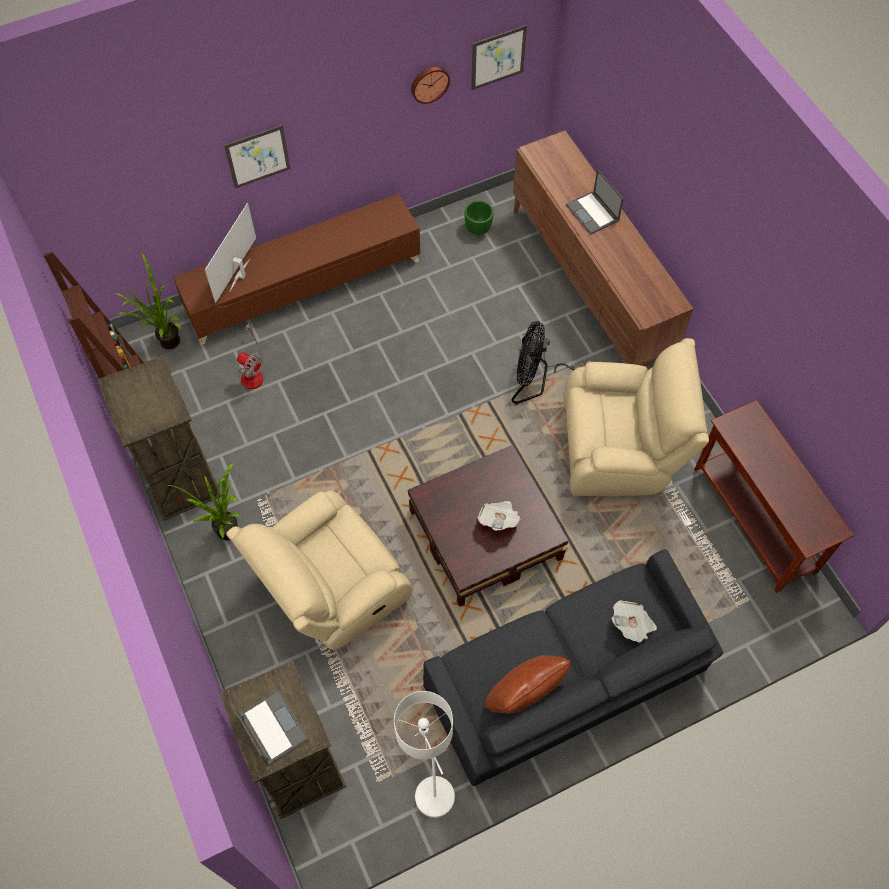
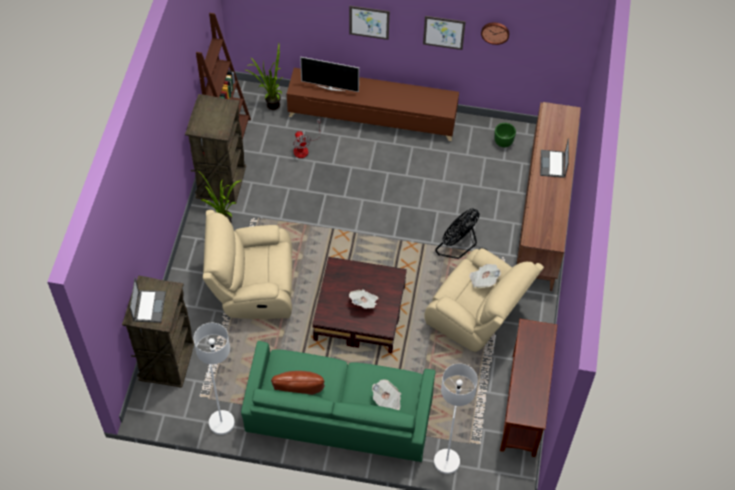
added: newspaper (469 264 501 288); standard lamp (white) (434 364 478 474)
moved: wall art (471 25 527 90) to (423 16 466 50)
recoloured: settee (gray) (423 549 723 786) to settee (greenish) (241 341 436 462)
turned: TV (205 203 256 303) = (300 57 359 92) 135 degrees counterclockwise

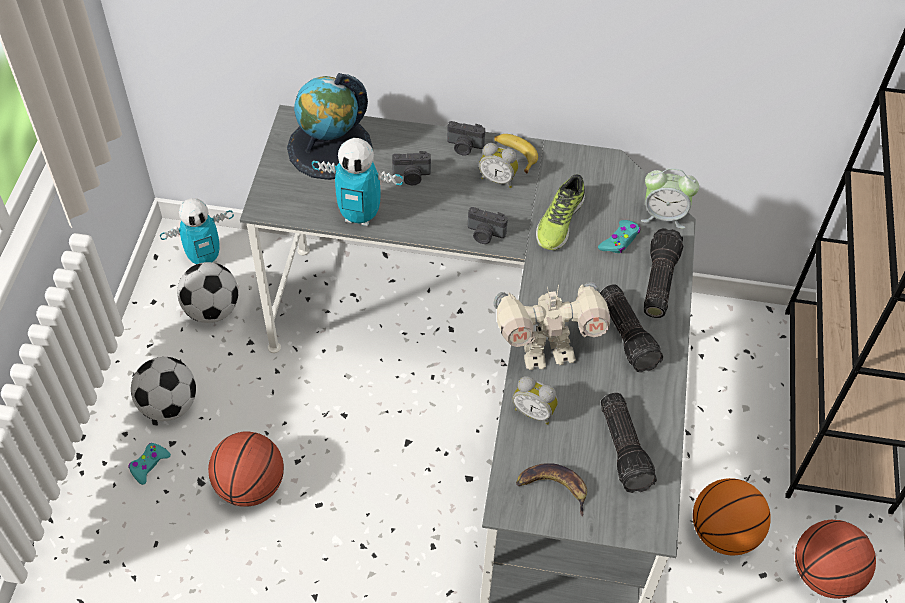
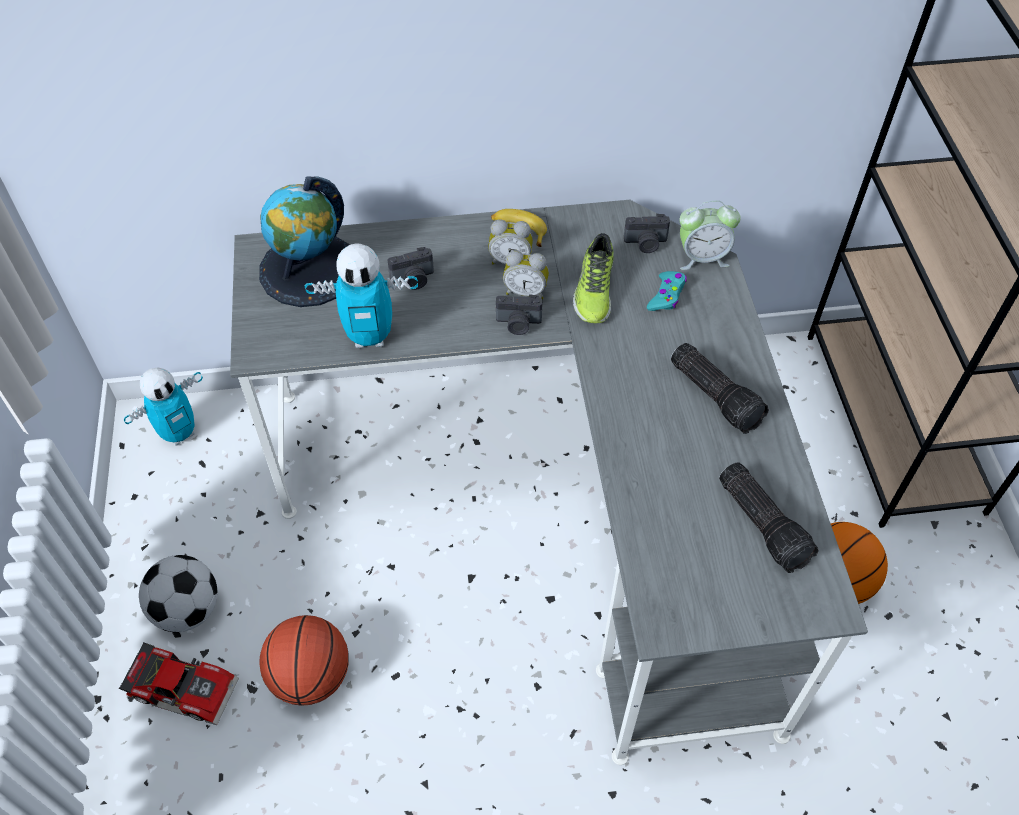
removed: flashlight (644 228 683 318); football ball (177 262 238 323); robot figure (494 282 610 370); whole banana (516 463 587 516); basketball (795 520 876 599)
moved: still camera (447 121 485 156) to (624 214 670 253); bedside clock (513 376 558 425) to (503 250 549 300)
replaced: joypad (turquoise-coloured) (128 443 171 485) to model car (119 642 239 725)

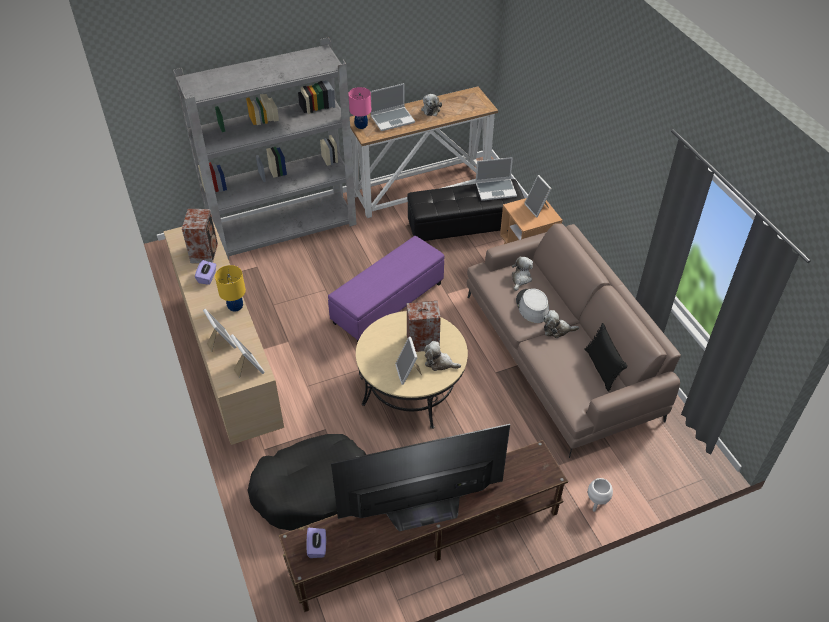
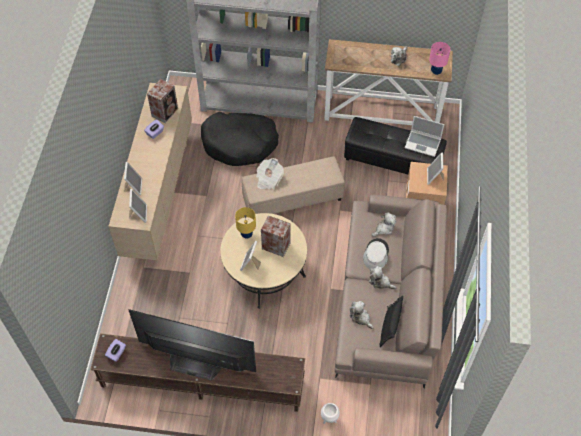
removed: notebook computer (370 83 415 131)
added: newspaper (256 158 284 189)
moved: tabletop lamp (pink-coloured) (348 87 372 129) to (429 42 450 75); tabletop lamp (yellow-coloured) (215 265 246 312) to (235 207 256 239); plush toy (424 341 461 371) to (350 301 374 329); dog bed (black-coloured) (247 434 366 531) to (201 112 279 166)
recoloured: footrest (purple-coloured) (328 236 444 342) to footrest (beige) (241 156 345 214)

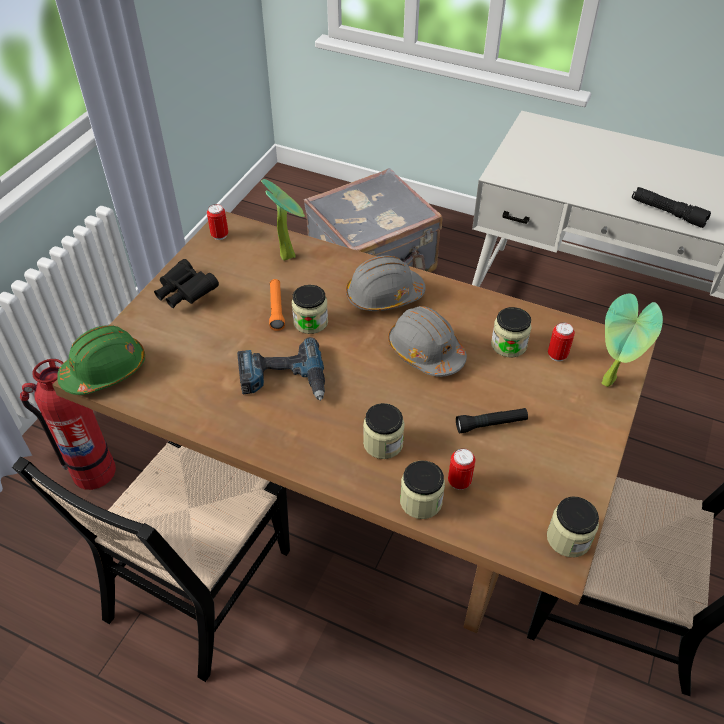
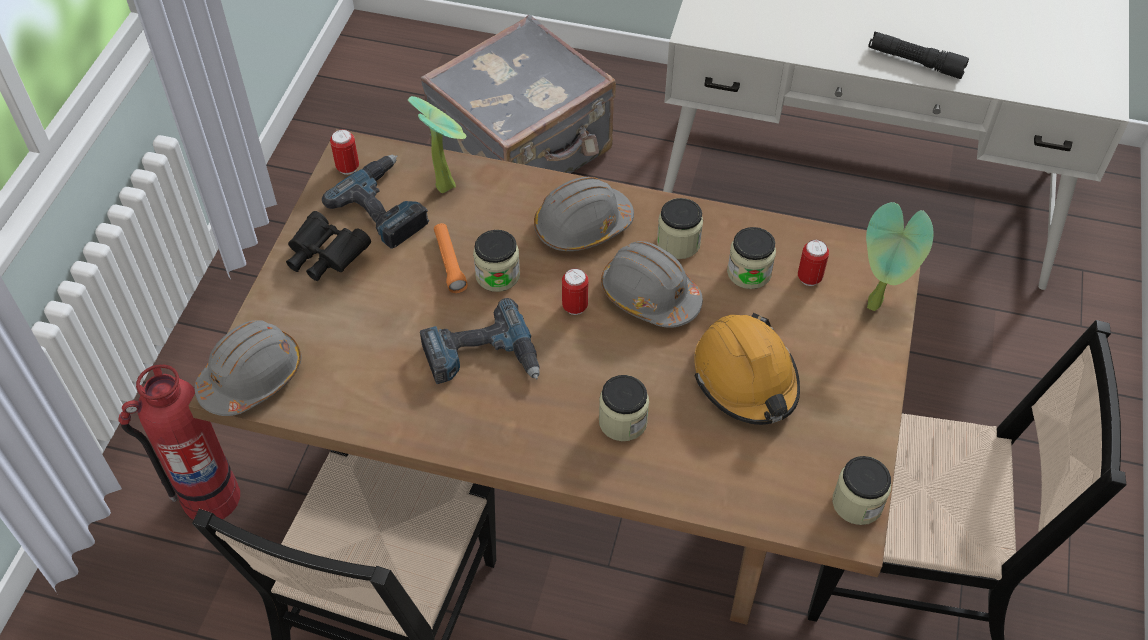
added: electric drill (322 155 429 249)
moved: can (448 448 476 490) to (562 268 588 315); storage jar (400 460 445 519) to (657 198 703 259)
replaced: flashlight (black-coloured) (456 408 528 433) to hard hat (orange) (694 313 800 425)
recoloured: hard hat (greenish) (57 325 145 395) to hard hat (gray) (195 320 302 416)

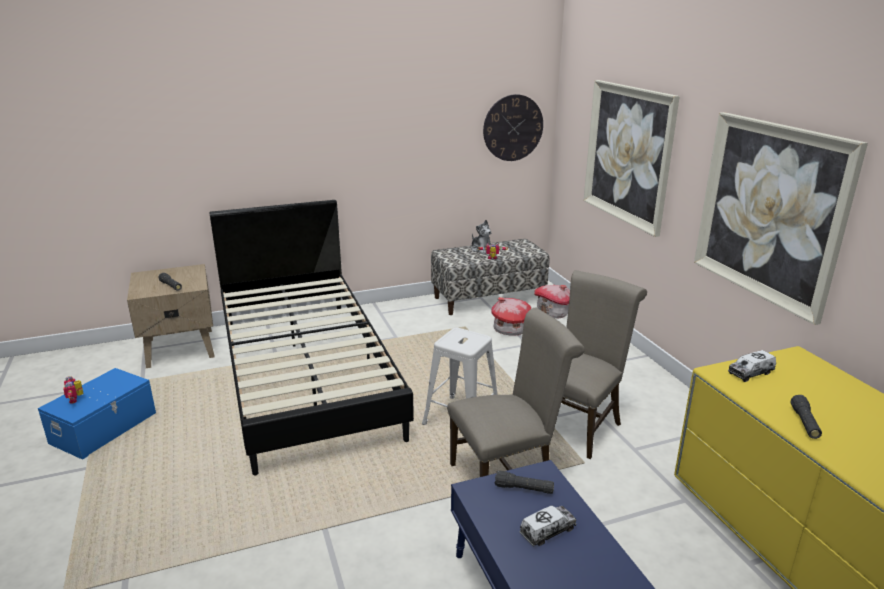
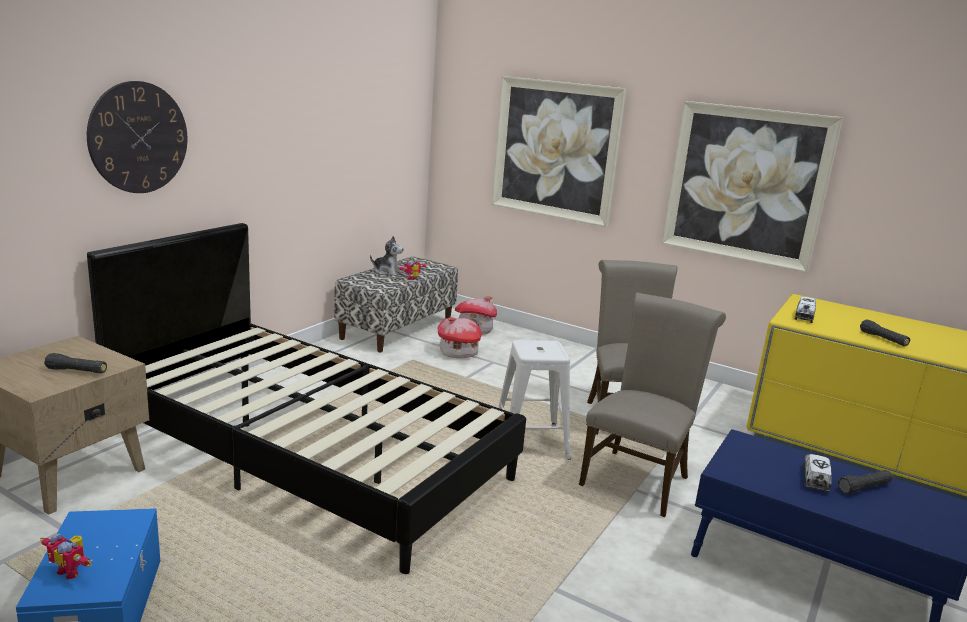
moved: hanging clock (483 94 543 161) to (87 81 187 193); flashlight (black-coloured) (494 470 554 494) to (838 470 893 494)

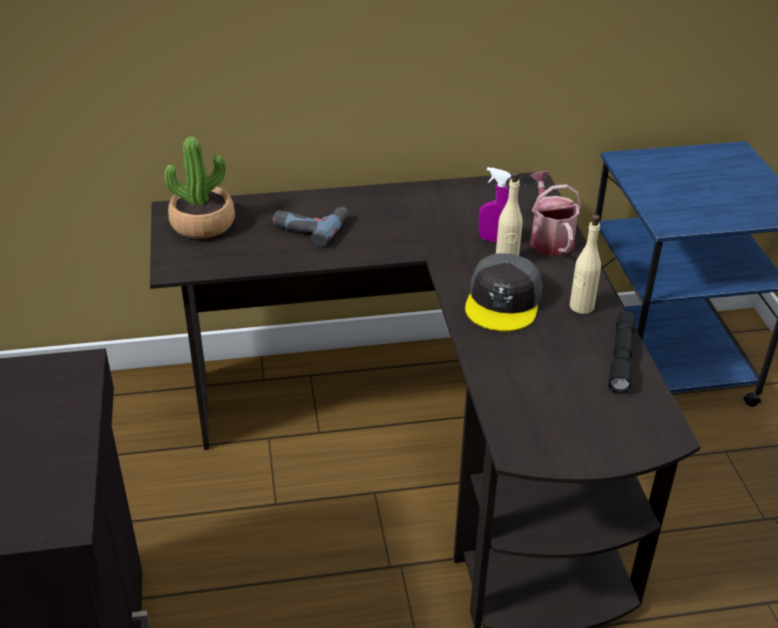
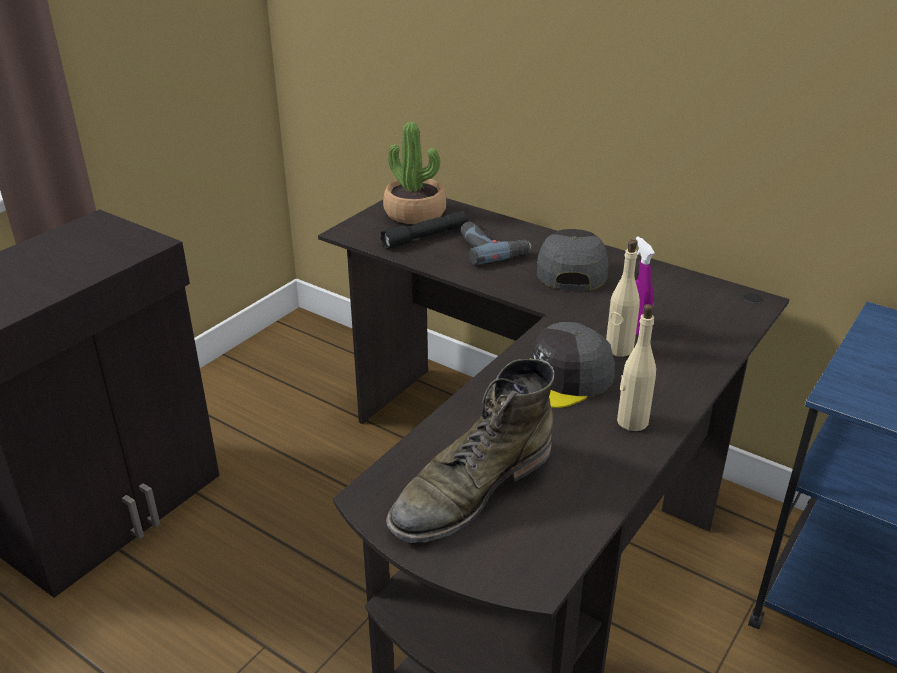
removed: sprinkling can (530 171 582 256)
added: baseball cap (gray) (537 229 609 291); high-top boot (greenish) (386 359 554 543)
moved: flashlight (black-coloured) (608 311 635 394) to (380 211 468 249)

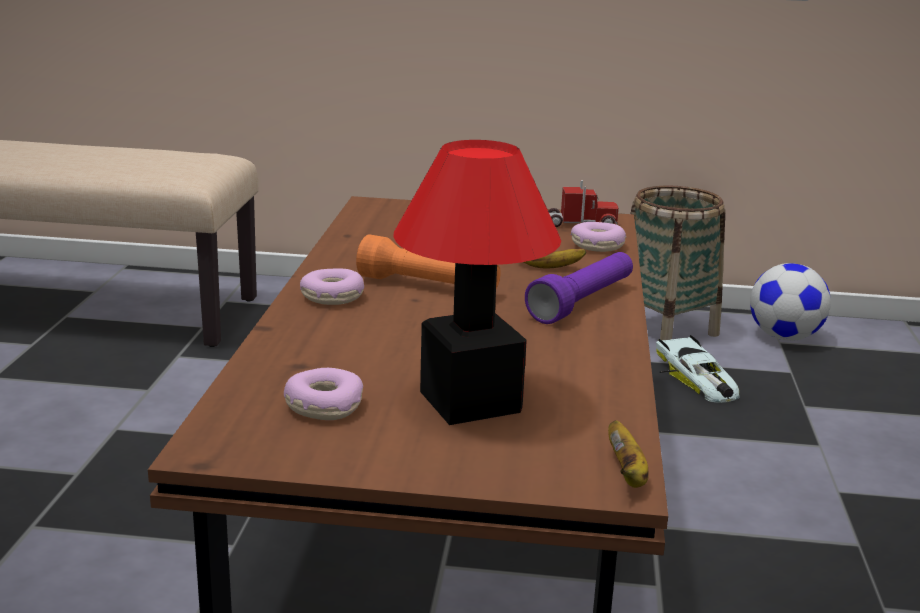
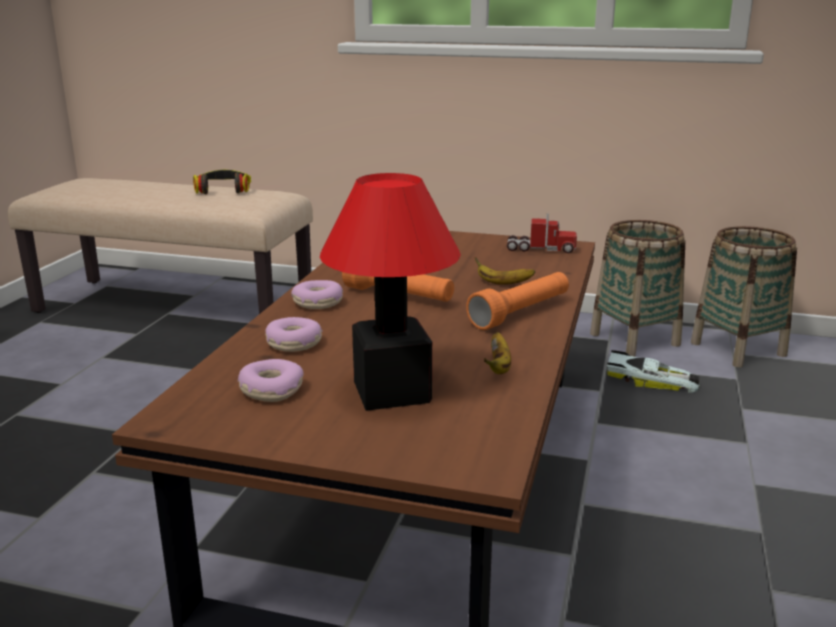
added: pair of headphones (193 169 251 194)
moved: donut (571 222 626 252) to (265 317 323 352); whole banana (608 420 649 488) to (484 332 511 374)
replaced: football ball (750 263 831 341) to basket (691 226 797 367)
recoloured: flashlight (purple-coloured) (525 252 633 324) to flashlight (orange) (466 272 569 330)
turned: model car (656 335 740 403) = (607 350 700 393) 60 degrees counterclockwise

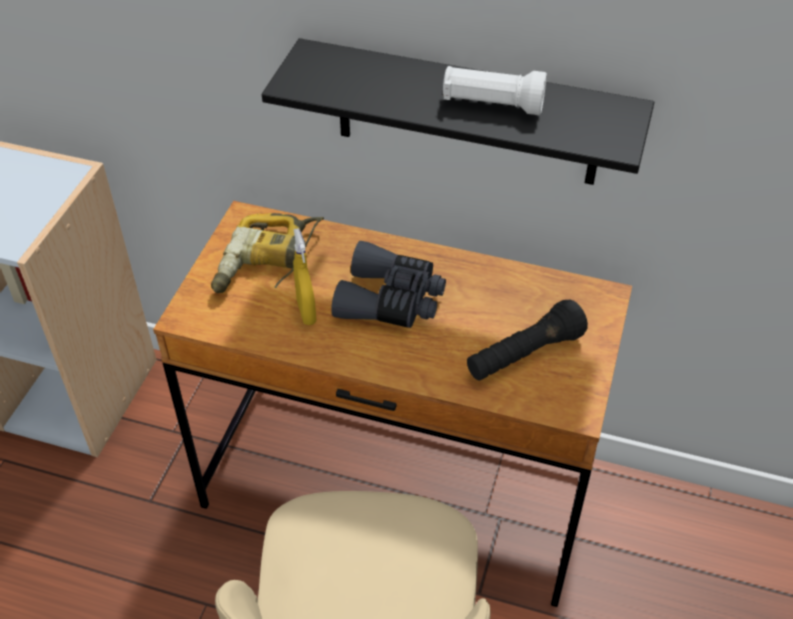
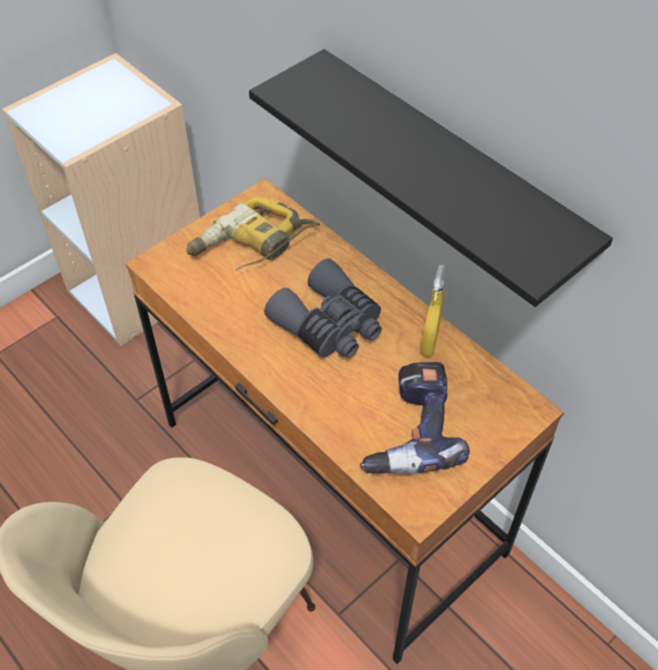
removed: flashlight (white) (443 66 547 115)
moved: sprayer (yellow-coloured) (293 228 316 325) to (421 265 445 357)
replaced: flashlight (black-coloured) (467 300 588 381) to electric drill (360 362 470 474)

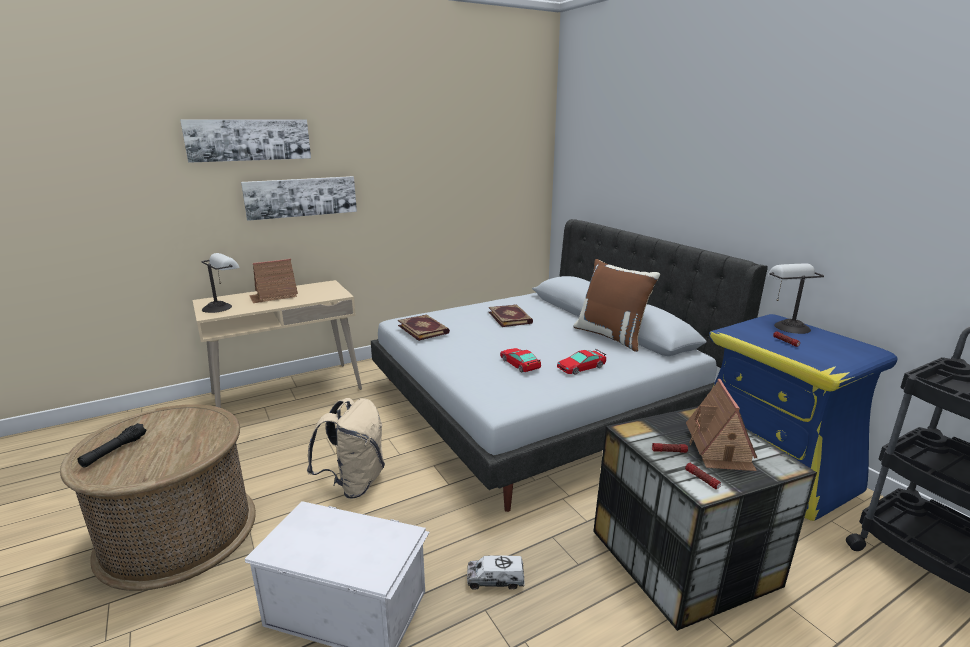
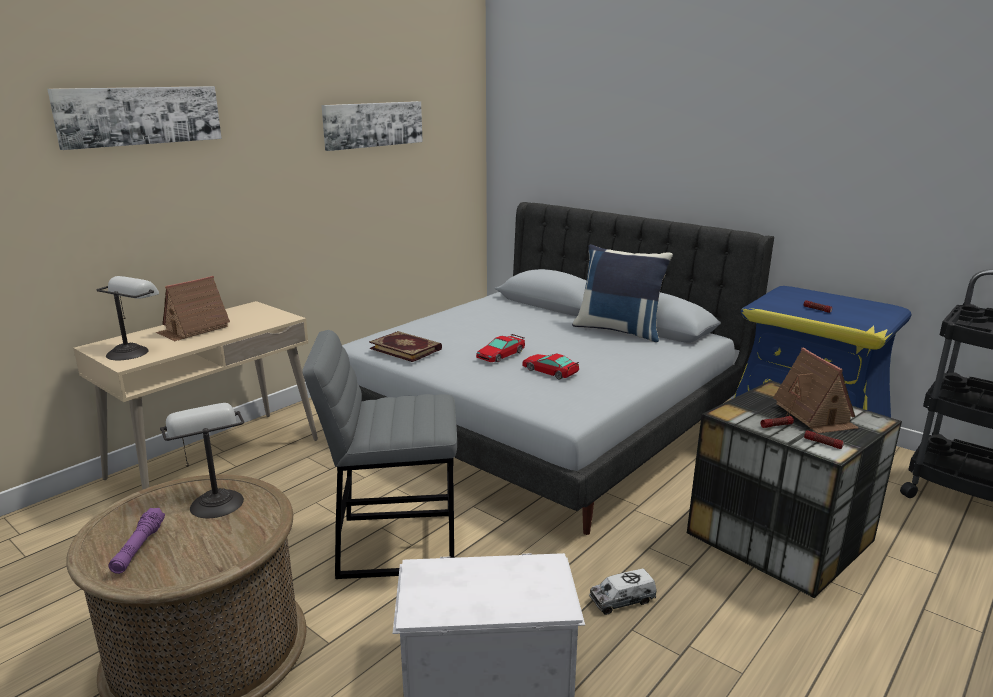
removed: bound book (489 305 533 327)
moved: wall art (241 176 357 221) to (322 101 423 151); tabletop lamp (768 264 824 334) to (160 403 244 518); model car (557 349 606 374) to (476 334 525 362)
replaced: backpack (beige) (307 398 385 499) to plain chair (gray) (302 330 457 579)
recoloured: pillow (brown-coloured) (573 259 660 352) to pillow (bluish) (572 244 673 342); flashlight (black-coloured) (78 423 146 468) to flashlight (purple-coloured) (109 508 165 574)

